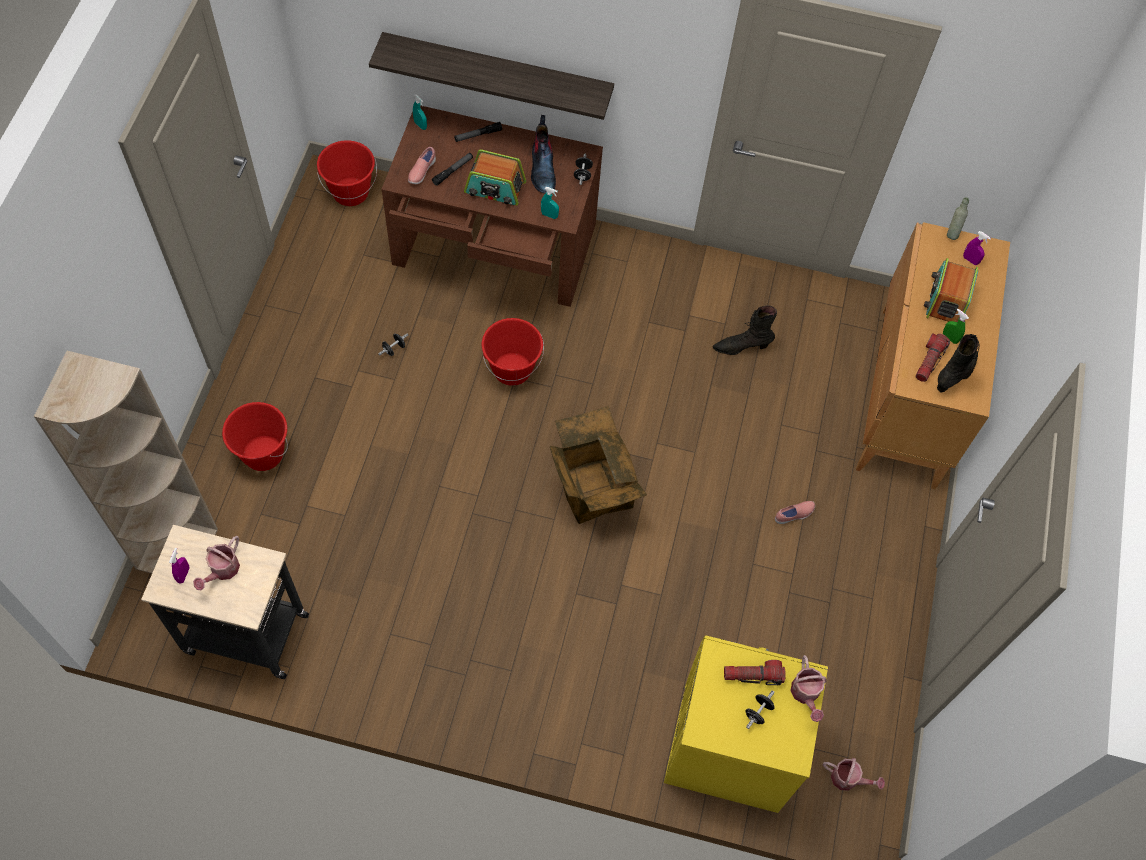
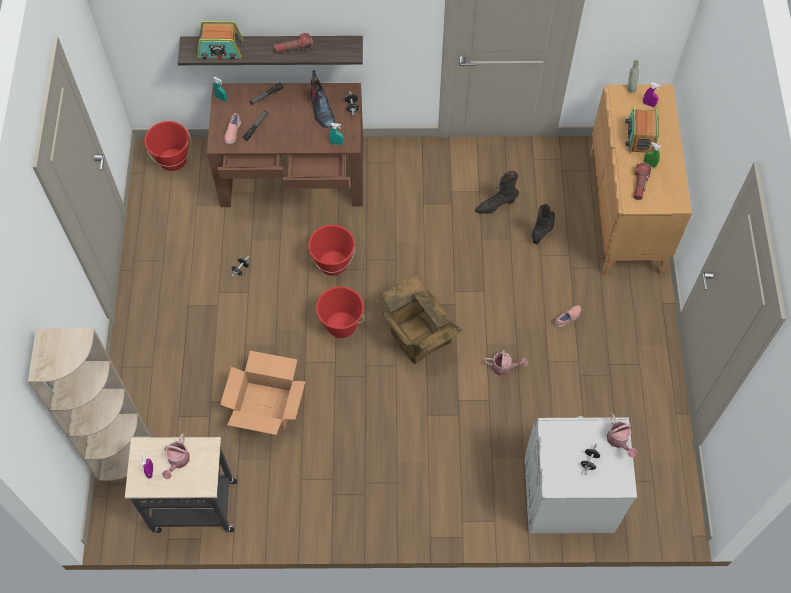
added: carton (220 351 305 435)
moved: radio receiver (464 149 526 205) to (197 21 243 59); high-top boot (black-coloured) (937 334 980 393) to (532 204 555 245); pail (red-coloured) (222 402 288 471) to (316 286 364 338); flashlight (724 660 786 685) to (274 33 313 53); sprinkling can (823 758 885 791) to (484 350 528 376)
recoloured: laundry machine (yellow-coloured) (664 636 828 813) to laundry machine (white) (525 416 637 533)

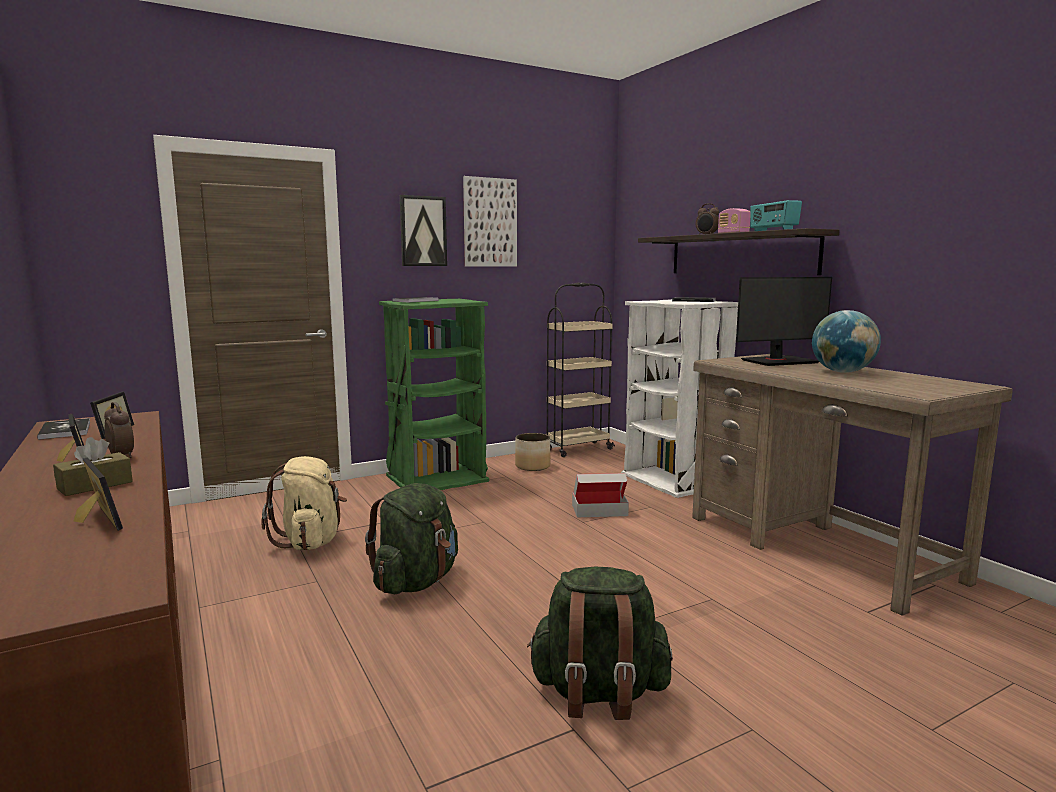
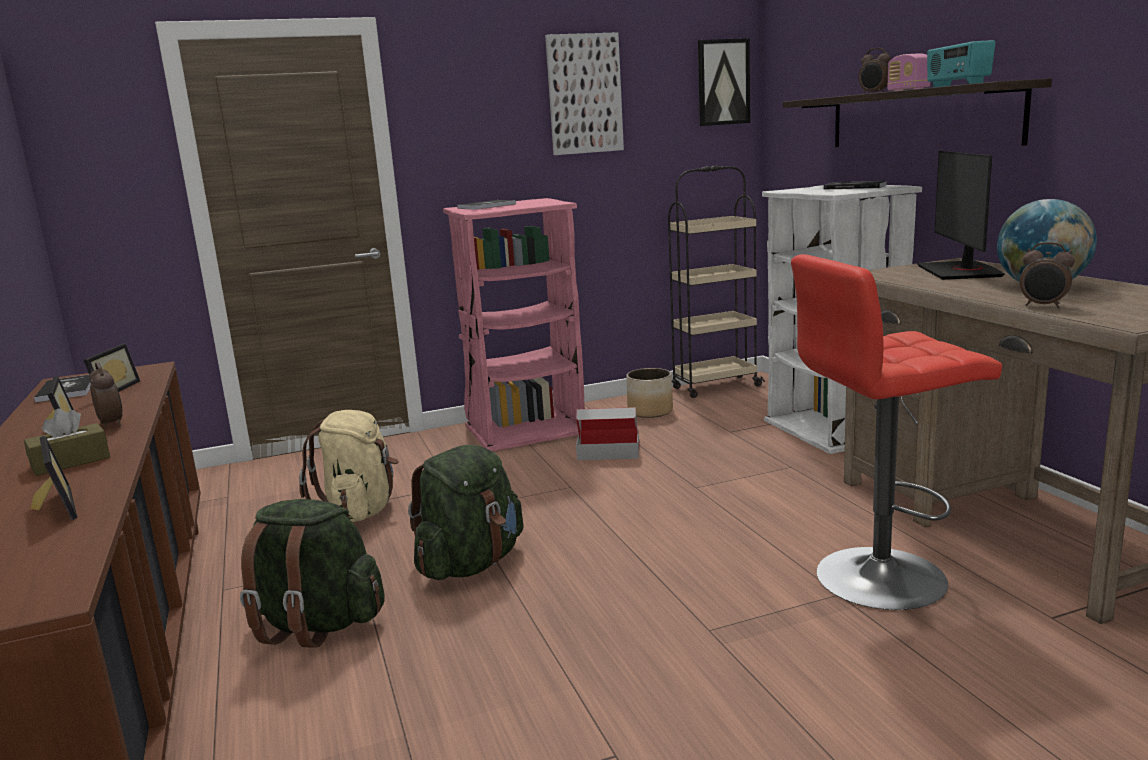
added: bedside clock (1020 242 1075 308); stool (red-coloured) (791 254 1002 610)
moved: wall art (400 195 447 266) to (698 38 750 126); carton (572 473 629 517) to (576 407 639 460); backpack (greenish) (527 566 673 720) to (240 499 385 648)
recoloured: bookshelf (greenish) (379 299 490 490) to bookshelf (pink-coloured) (443 198 585 451)
turned: computer display (736 277 832 366) = (917 151 1005 280) 105 degrees clockwise

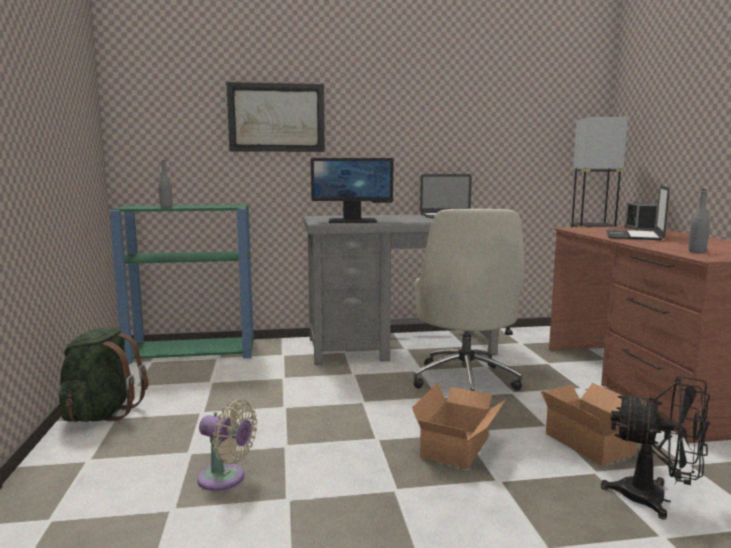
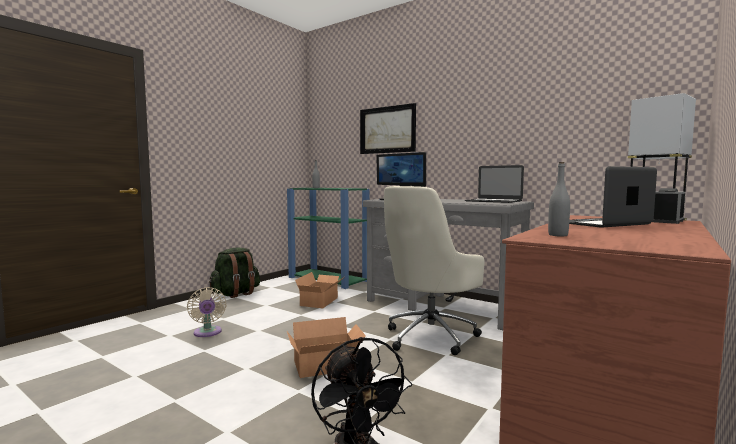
moved: carton (541 383 638 466) to (295 272 344 308)

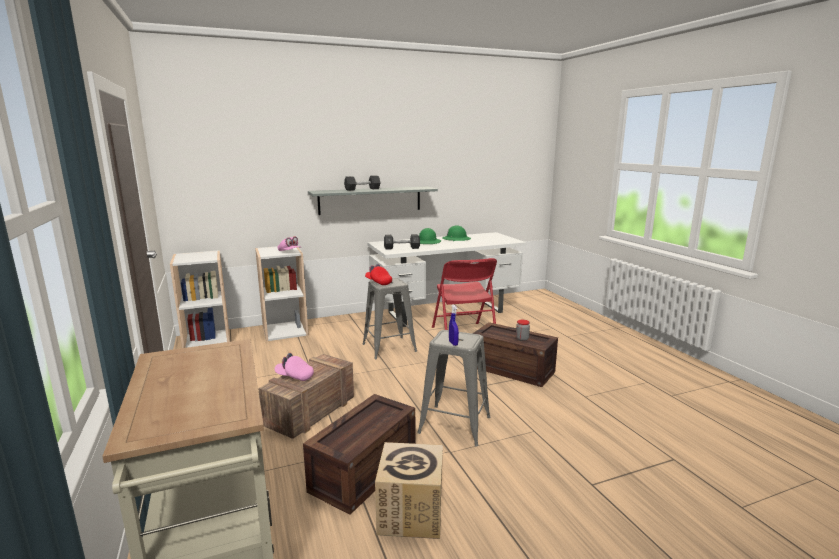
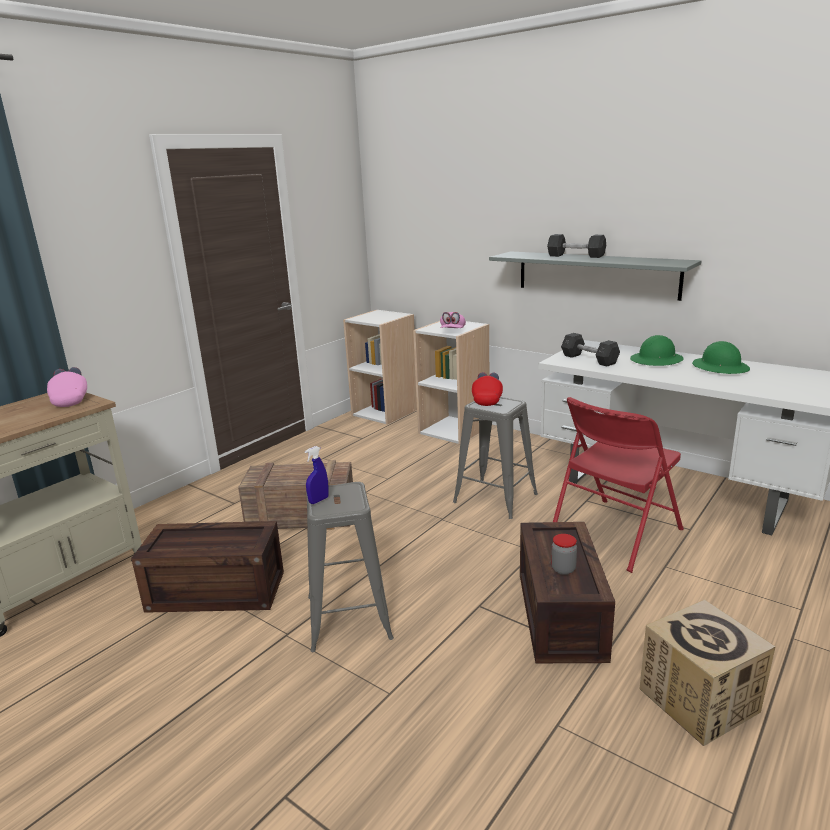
moved: baseball cap (pink-coloured) (275 353 314 381) to (47 367 87 407); carton (375 442 443 539) to (640 599 776 746)

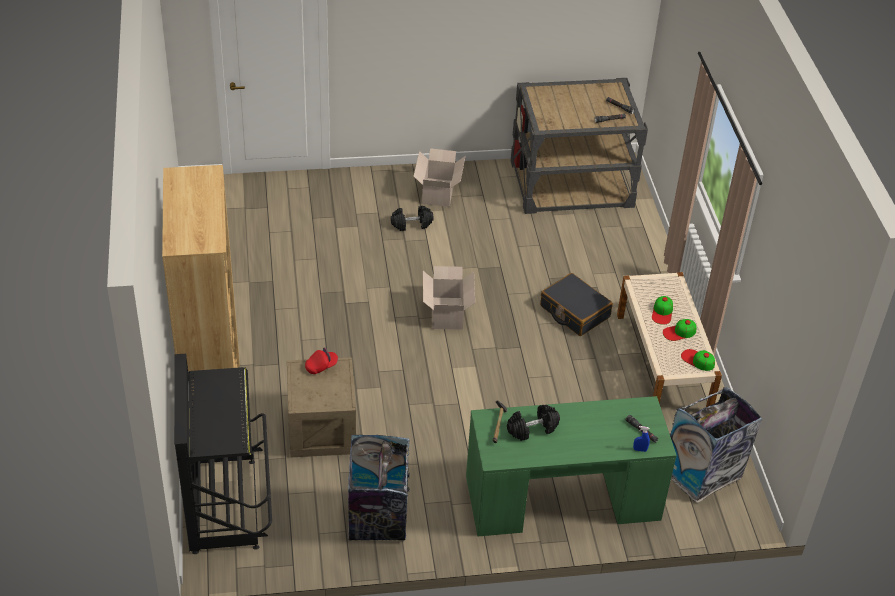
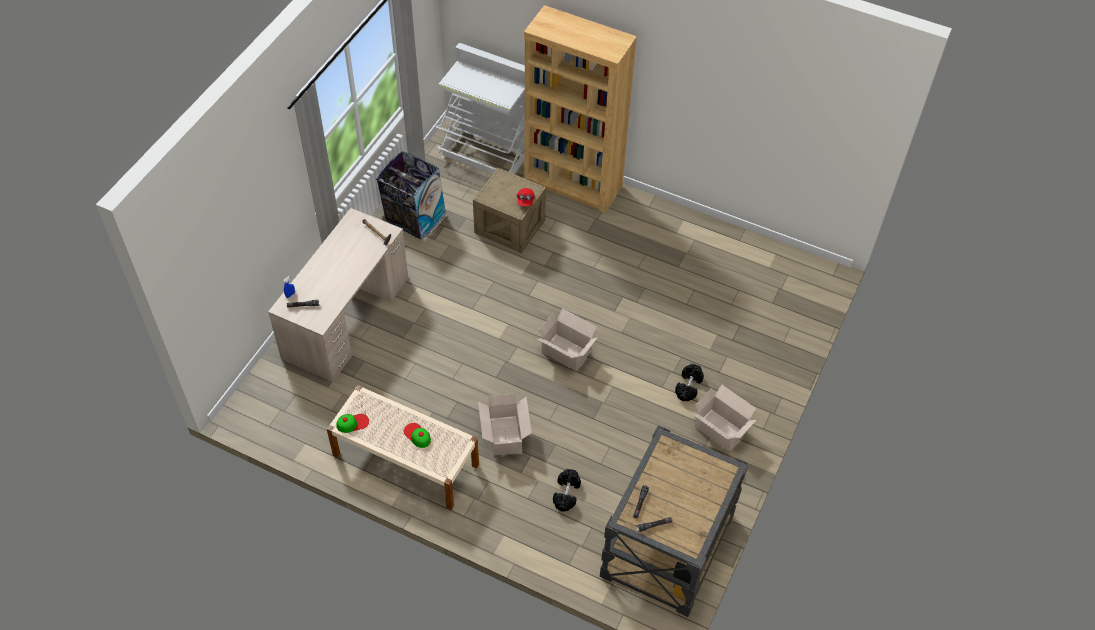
removed: baseball cap (663 319 697 341); rubbish bin (670 387 762 503)
moved: free weight (black-coloured) (507 405 560 441) to (553 469 581 512)
replaced: travel case (black-coloured) (540 273 613 336) to carton (478 393 532 455)
recoloured: shoe stand (black-coloured) (174 354 272 554) to shoe stand (white) (436 43 525 174); desk table (greenish) (466 396 677 537) to desk table (beige) (268 208 408 382)

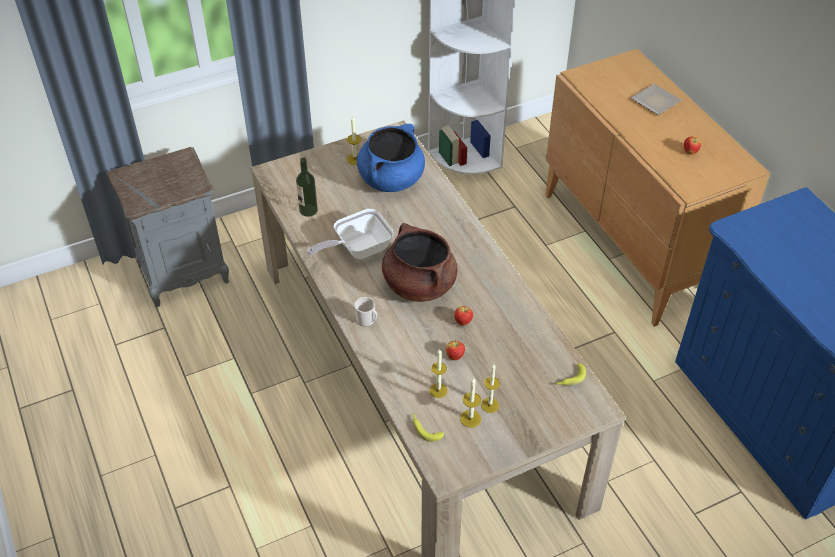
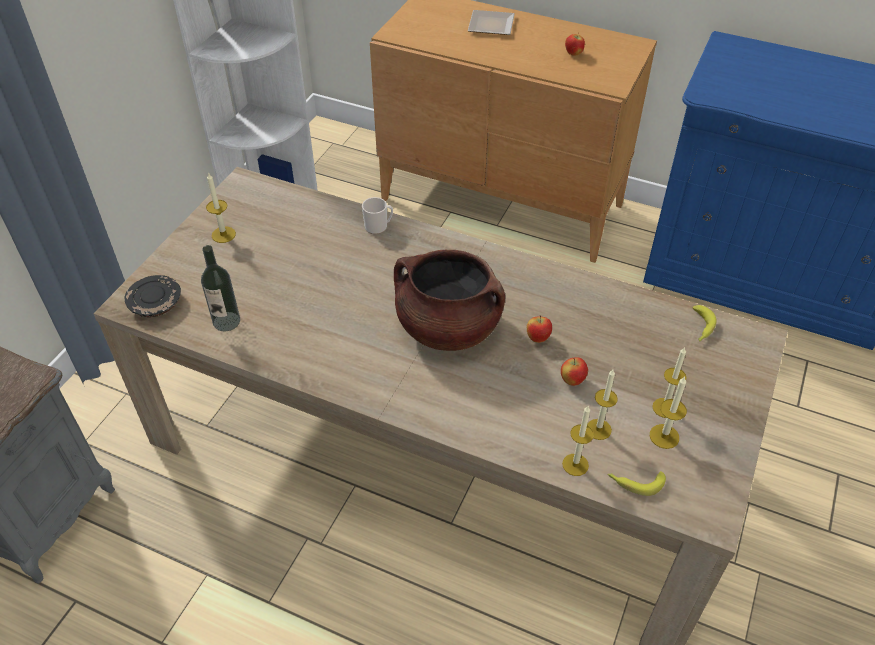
removed: cooking pot (bluish) (357 124 425 192); frying pan (307 209 394 259)
added: dinner plate (black-coloured) (125 275 181 317); candle (562 406 594 476)
moved: coffee mug (355 297 377 327) to (362 197 393 234)

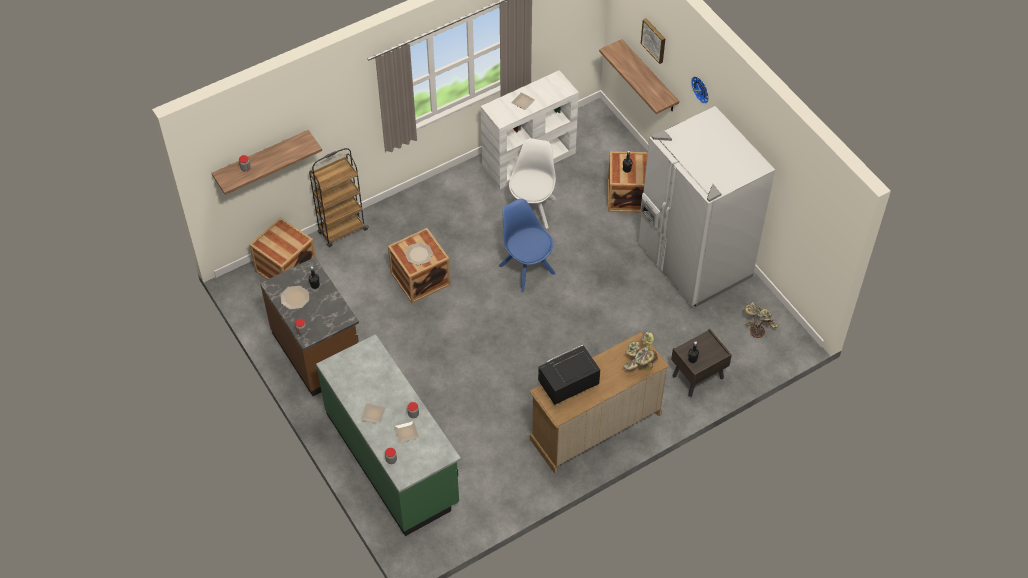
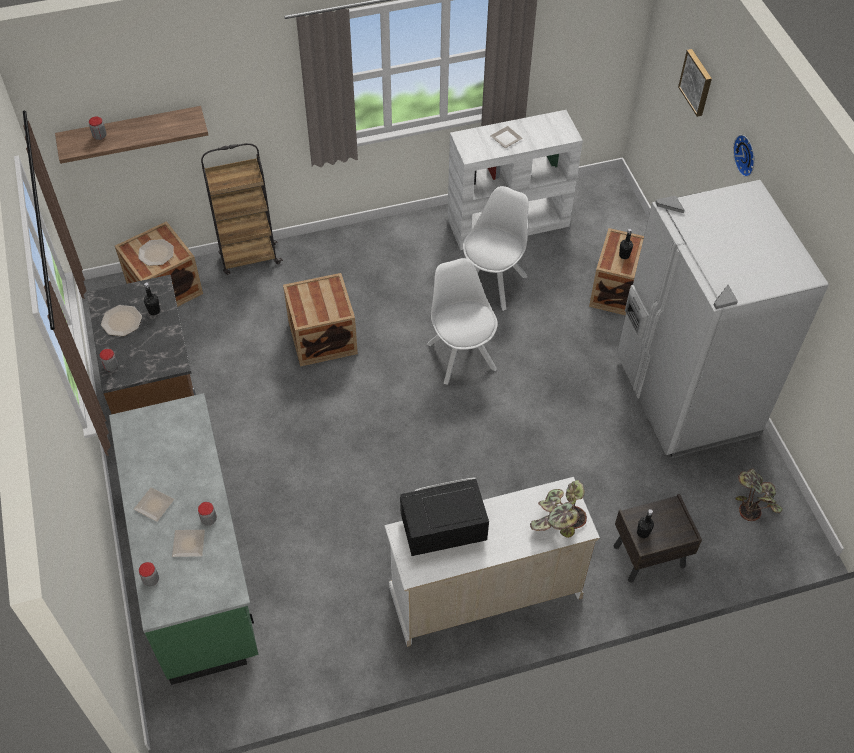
removed: shelf (599 39 679 114)
moved: dinner plate (405 242 433 265) to (138 239 174 266)
recoloured: plain chair (bluish) (499 199 555 292) to plain chair (white) (426 258 497 385); cupboard (brown-coloured) (529 332 669 474) to cupboard (white) (384 477 600 647)

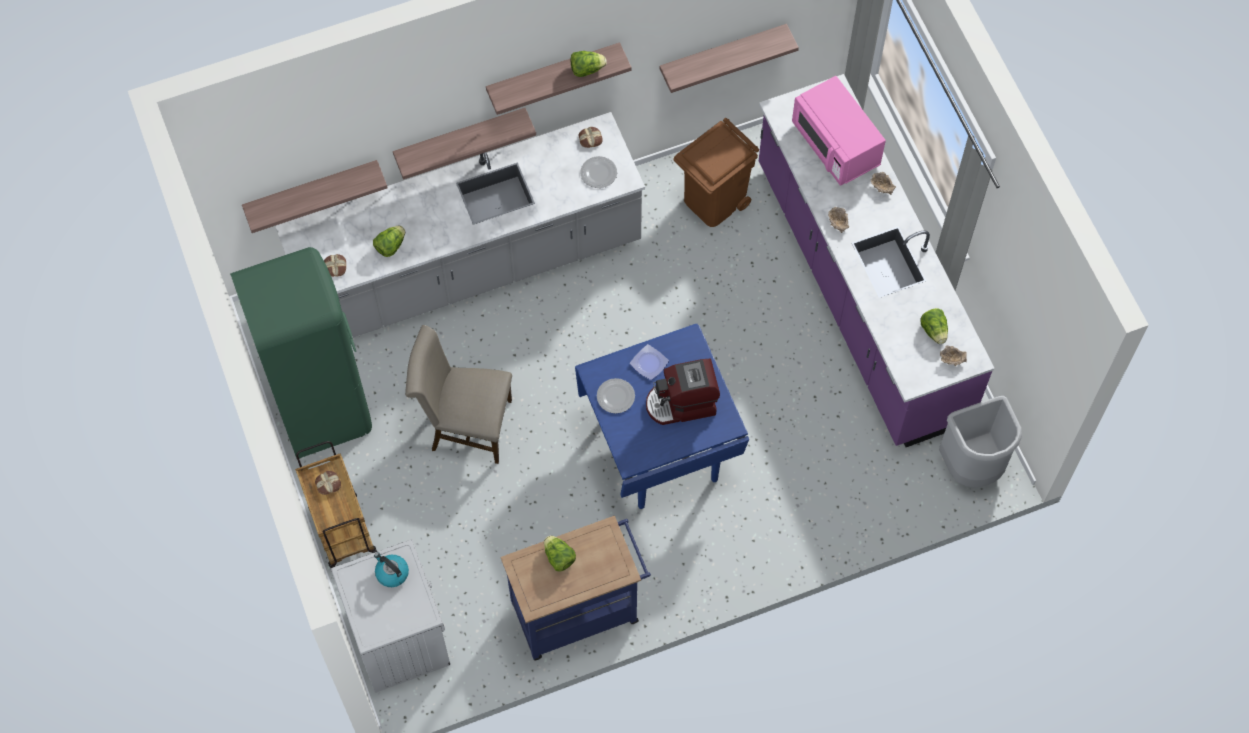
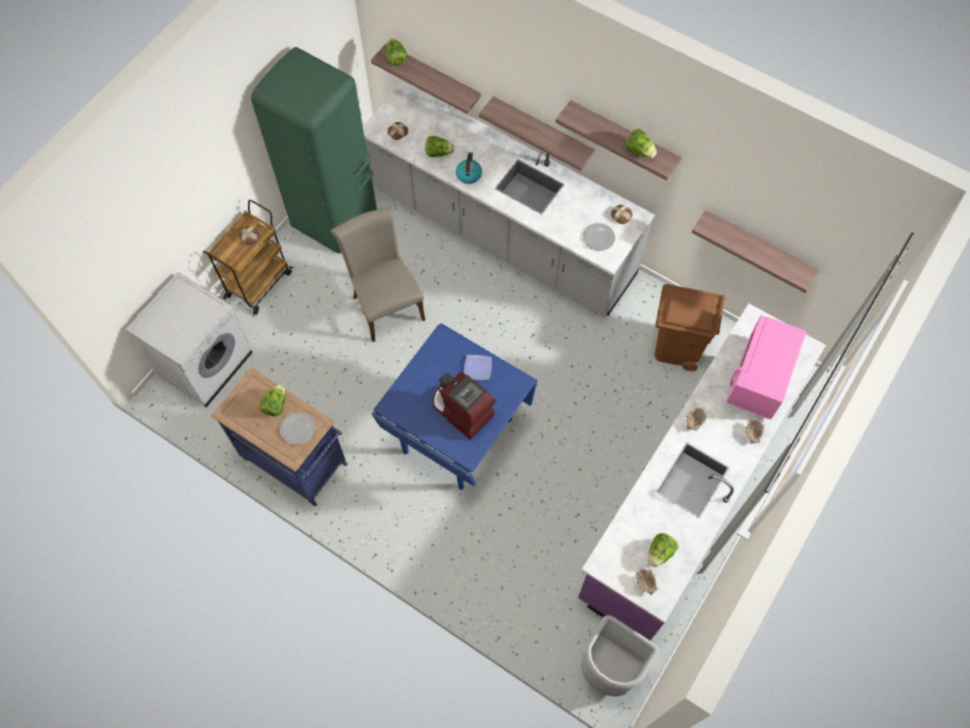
added: lettuce head (386 38 407 66)
moved: dinner plate (597 378 635 413) to (280 412 315 445); tea kettle (374 552 409 587) to (456 152 482 184)

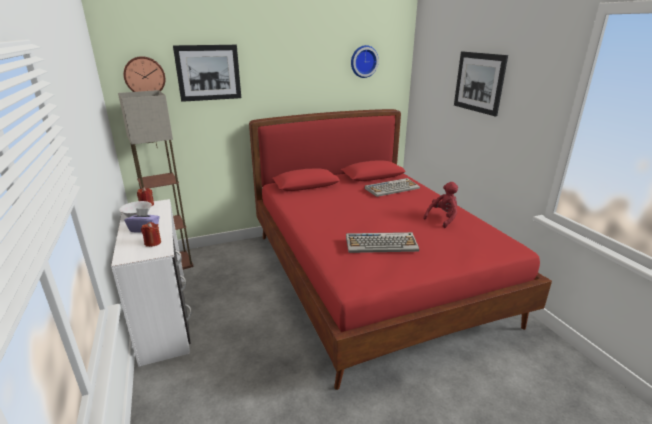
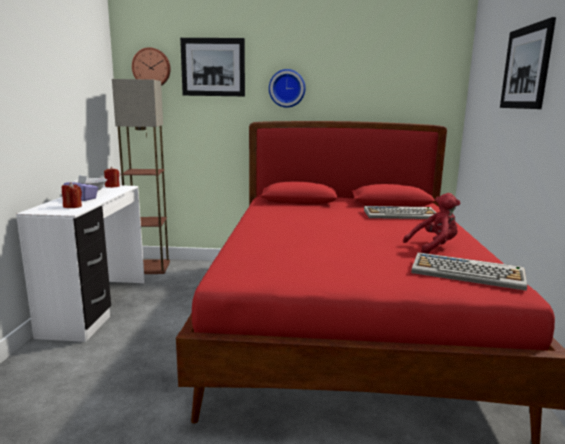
moved: hanging clock (351 45 379 78) to (269 69 305 108); keyboard (346 232 419 253) to (411 252 527 291)

